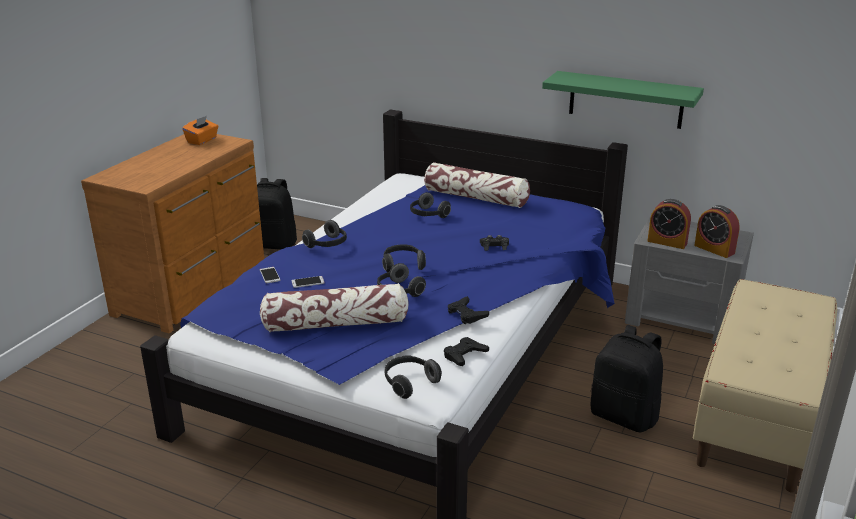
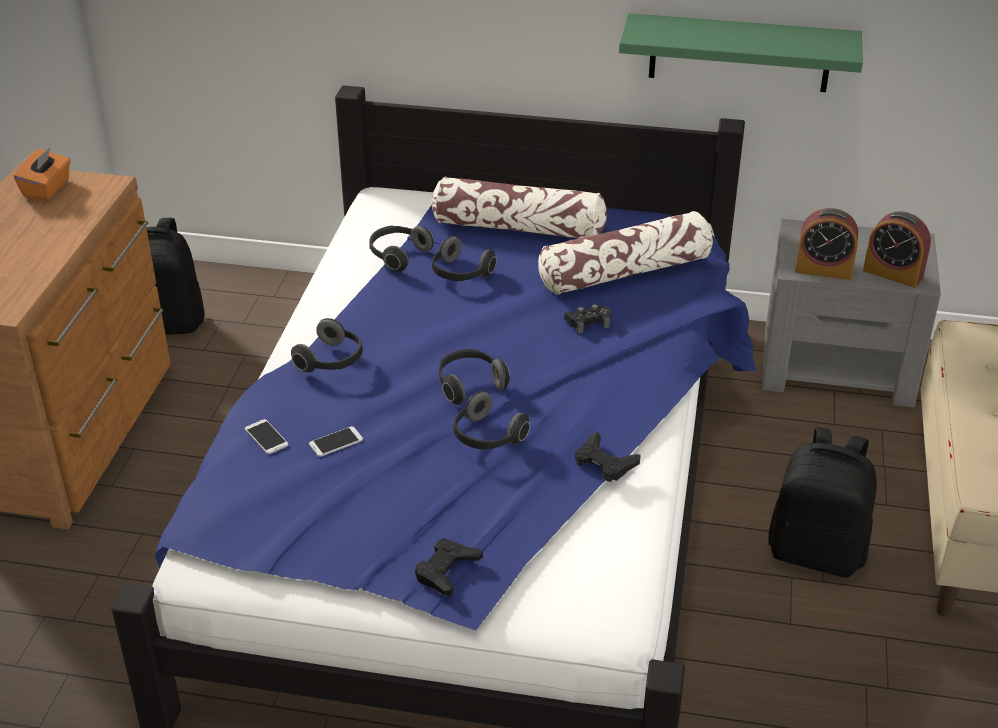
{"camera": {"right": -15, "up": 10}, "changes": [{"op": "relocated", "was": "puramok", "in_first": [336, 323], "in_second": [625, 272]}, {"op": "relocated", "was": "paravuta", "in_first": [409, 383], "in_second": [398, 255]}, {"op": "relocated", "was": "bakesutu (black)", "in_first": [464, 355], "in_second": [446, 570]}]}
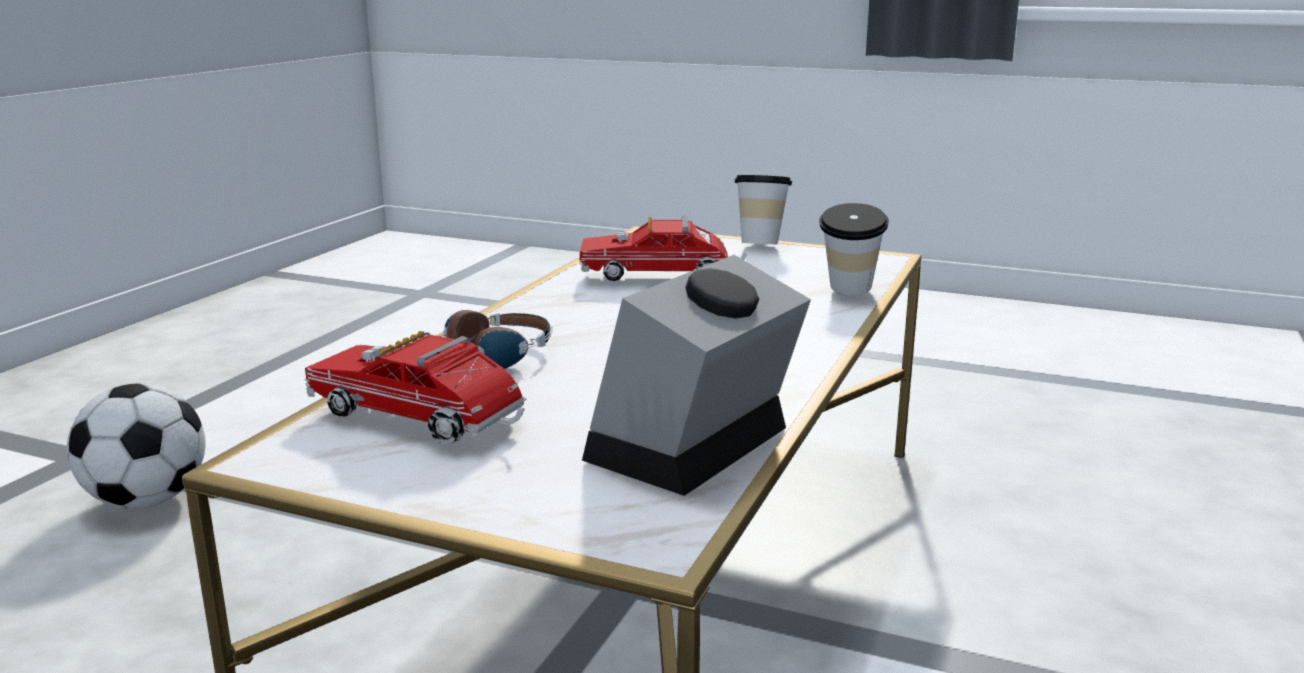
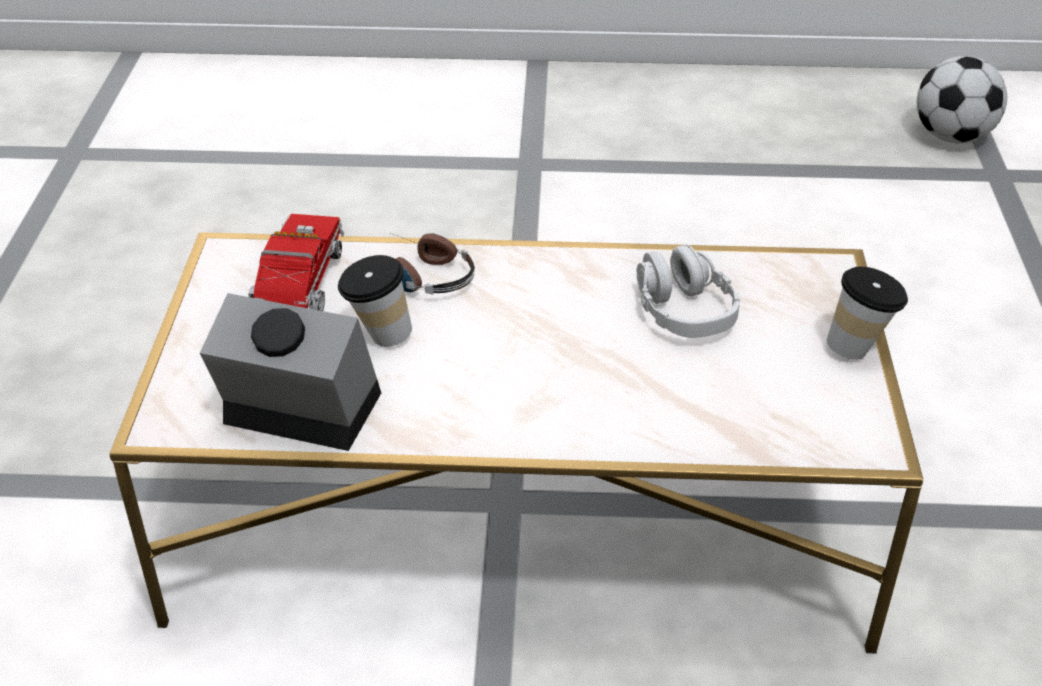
{"camera": {"right": 70, "up": 20}, "changes": [{"op": "relocated", "was": "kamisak", "in_first": [147, 501], "in_second": [952, 137]}, {"op": "relocated", "was": "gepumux", "in_first": [849, 294], "in_second": [378, 337]}, {"op": "exchanged", "was": "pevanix", "now": "paravuta (grey)", "in_first": [663, 278], "in_second": [684, 311]}]}
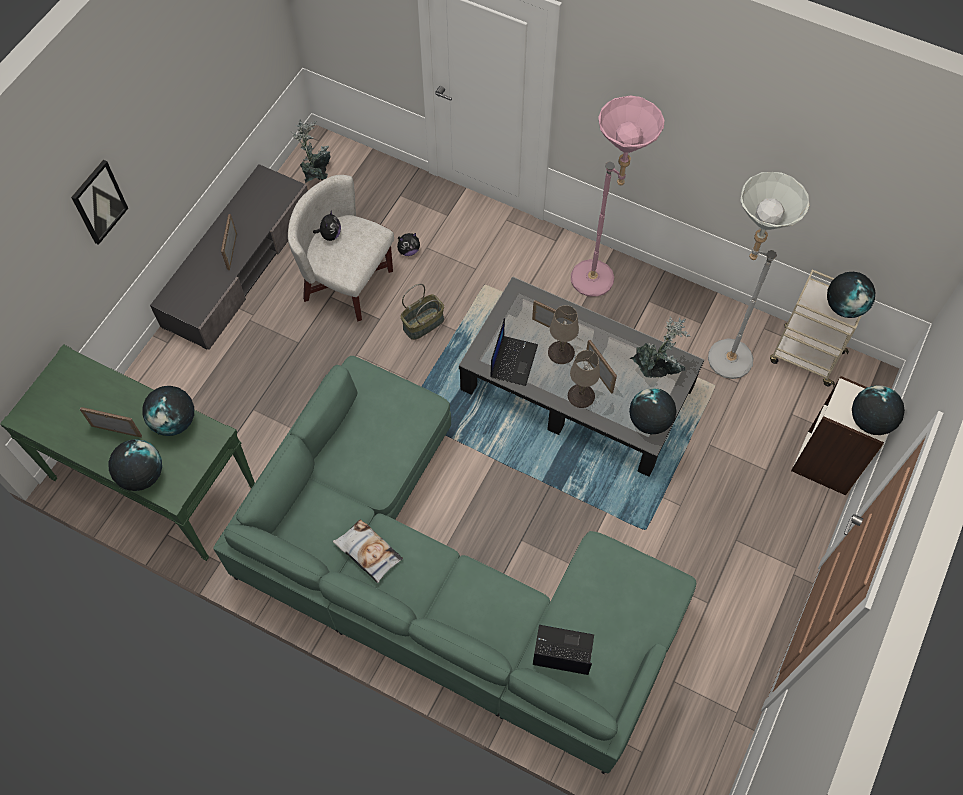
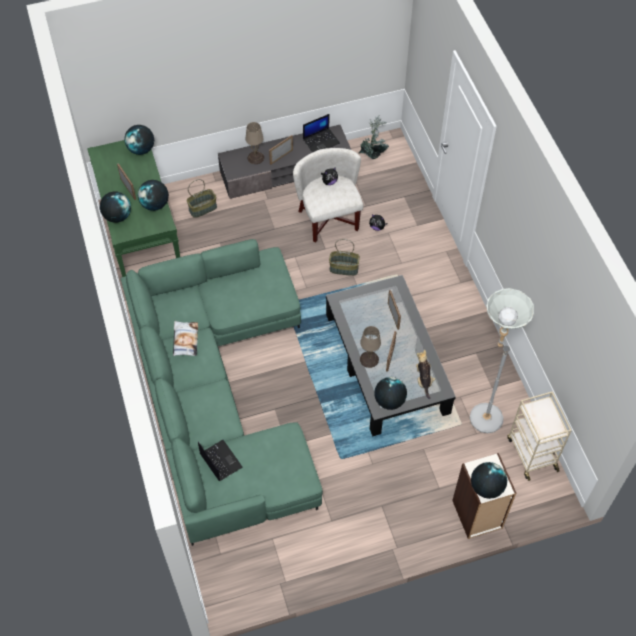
{"camera": {"right": 45, "up": -5}, "changes": [{"op": "missing", "was": "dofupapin", "in_first": [98, 202]}, {"op": "missing", "was": "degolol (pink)", "in_first": [600, 284]}, {"op": "appeared", "now": "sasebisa", "in_second": [203, 208]}, {"op": "relocated", "was": "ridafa", "in_first": [513, 360], "in_second": [321, 141]}, {"op": "relocated", "was": "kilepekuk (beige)", "in_first": [561, 352], "in_second": [256, 158]}, {"op": "relocated", "was": "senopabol", "in_first": [844, 307], "in_second": [141, 149]}, {"op": "exchanged", "was": "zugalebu", "now": "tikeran", "in_first": [657, 369], "in_second": [423, 380]}]}
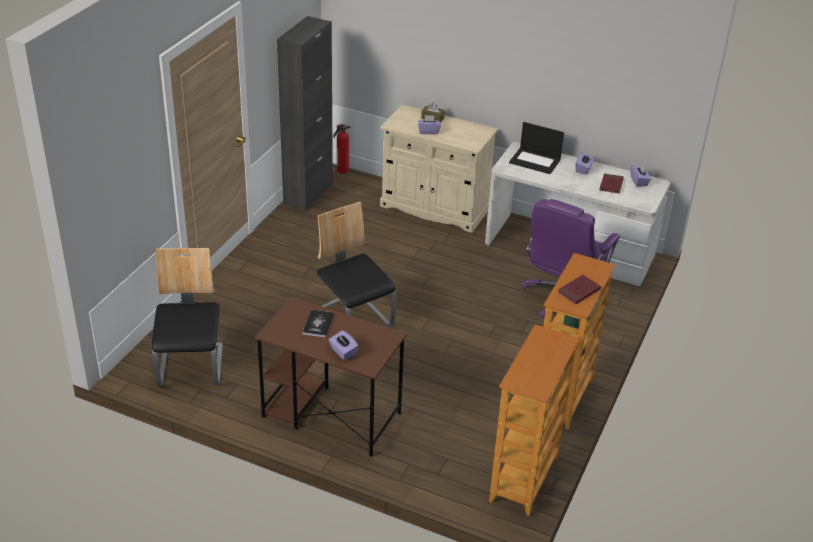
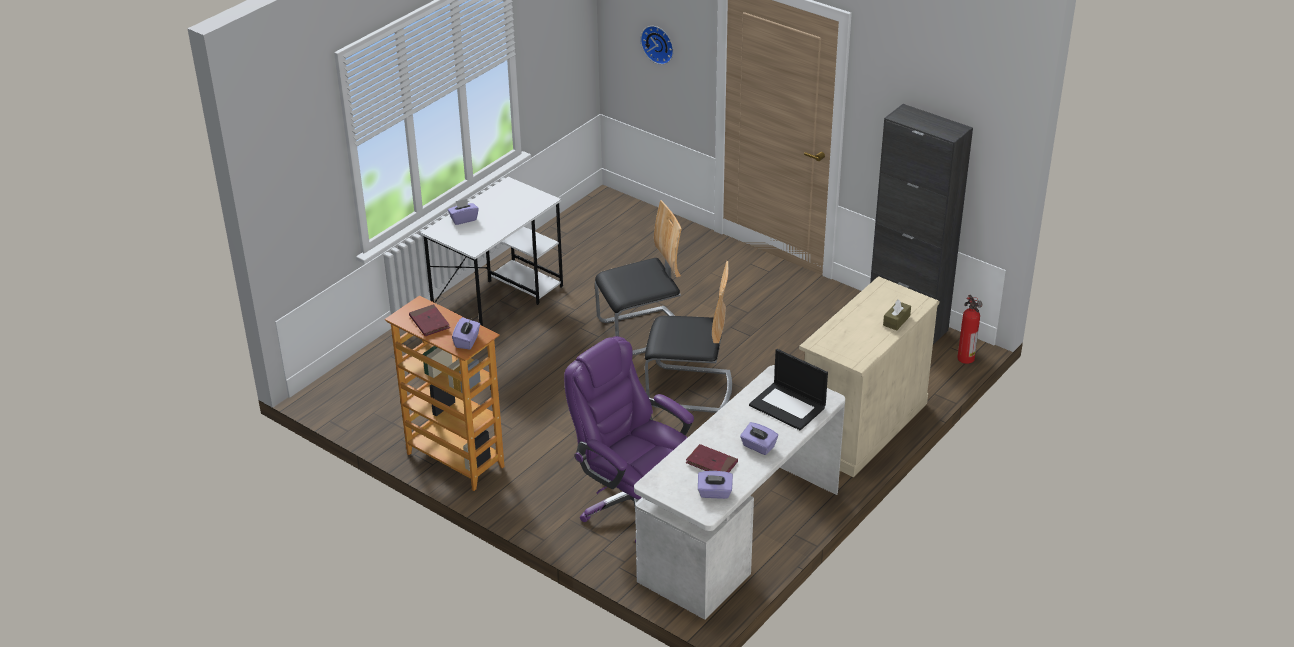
{"camera": {"right": 105, "up": 0}, "changes": [{"op": "missing", "was": "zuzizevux", "in_first": [318, 324]}, {"op": "missing", "was": "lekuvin", "in_first": [524, 480]}, {"op": "appeared", "now": "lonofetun", "in_second": [659, 43]}, {"op": "relocated", "was": "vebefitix", "in_first": [191, 366], "in_second": [689, 389]}, {"op": "relocated", "was": "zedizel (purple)", "in_first": [428, 131], "in_second": [467, 341]}, {"op": "colour", "was": "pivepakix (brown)", "now": "pivepakix (white)", "in_first": [330, 415], "in_second": [499, 302]}, {"op": "spun", "was": "ridafa", "in_first": [535, 161], "in_second": [788, 406], "clockwise": -90}]}
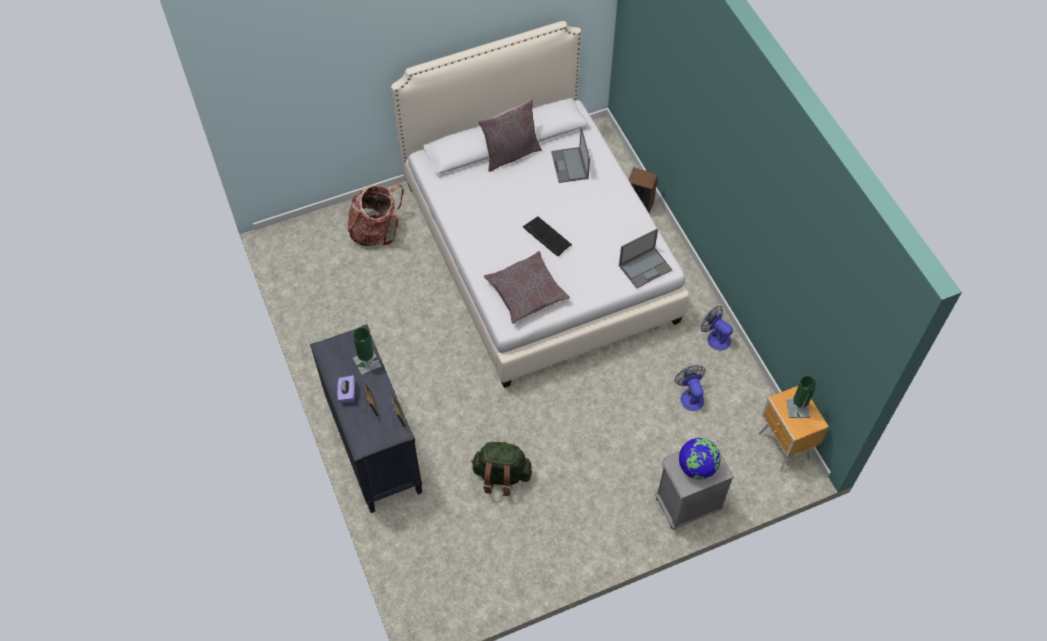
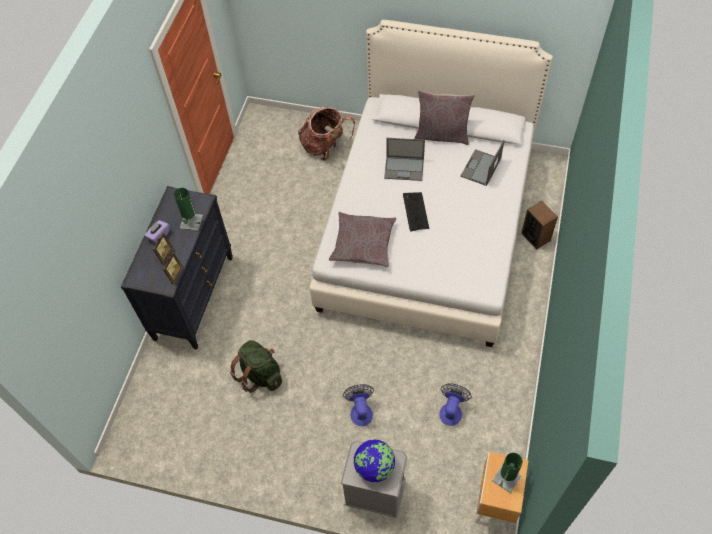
{"camera": {"right": 40, "up": 0}, "changes": [{"op": "relocated", "was": "ridafa", "in_first": [645, 267], "in_second": [404, 168]}, {"op": "relocated", "was": "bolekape", "in_first": [715, 337], "in_second": [360, 410]}]}
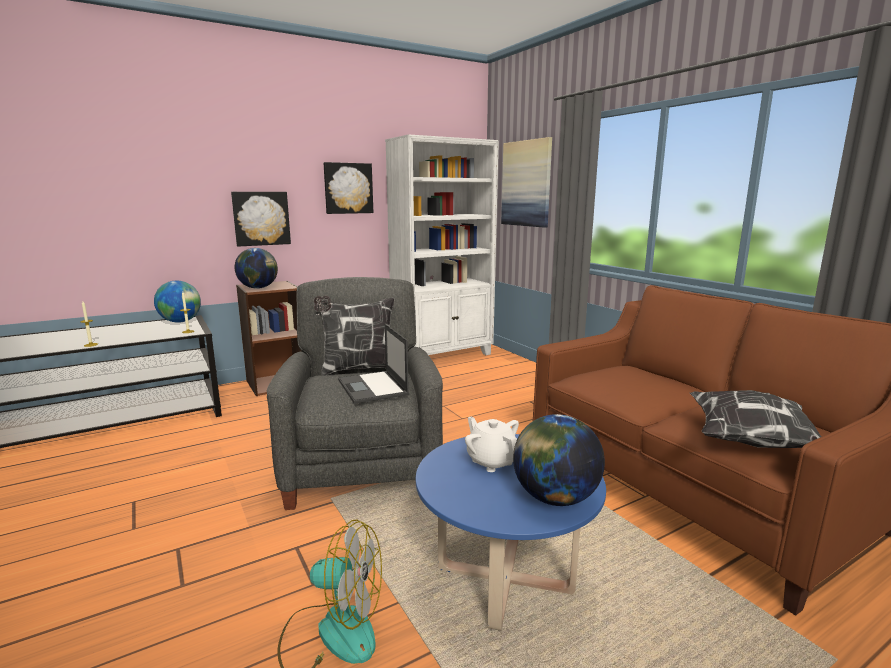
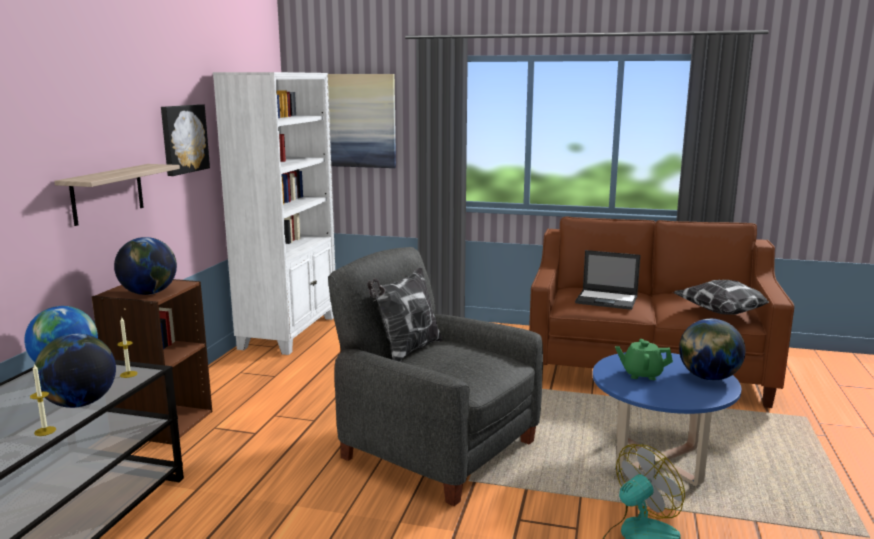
{"camera": {"right": -45, "up": 0}, "changes": [{"op": "appeared", "now": "senopabol", "in_second": [79, 403]}, {"op": "relocated", "was": "ridafa", "in_first": [373, 387], "in_second": [607, 300]}, {"op": "exchanged", "was": "dofupapin", "now": "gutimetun", "in_first": [261, 218], "in_second": [107, 193]}, {"op": "colour", "was": "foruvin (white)", "now": "foruvin (green)", "in_first": [491, 461], "in_second": [641, 374]}]}
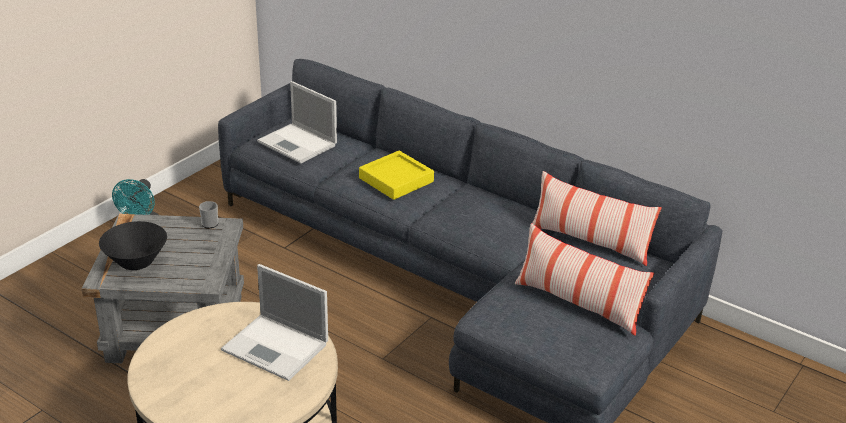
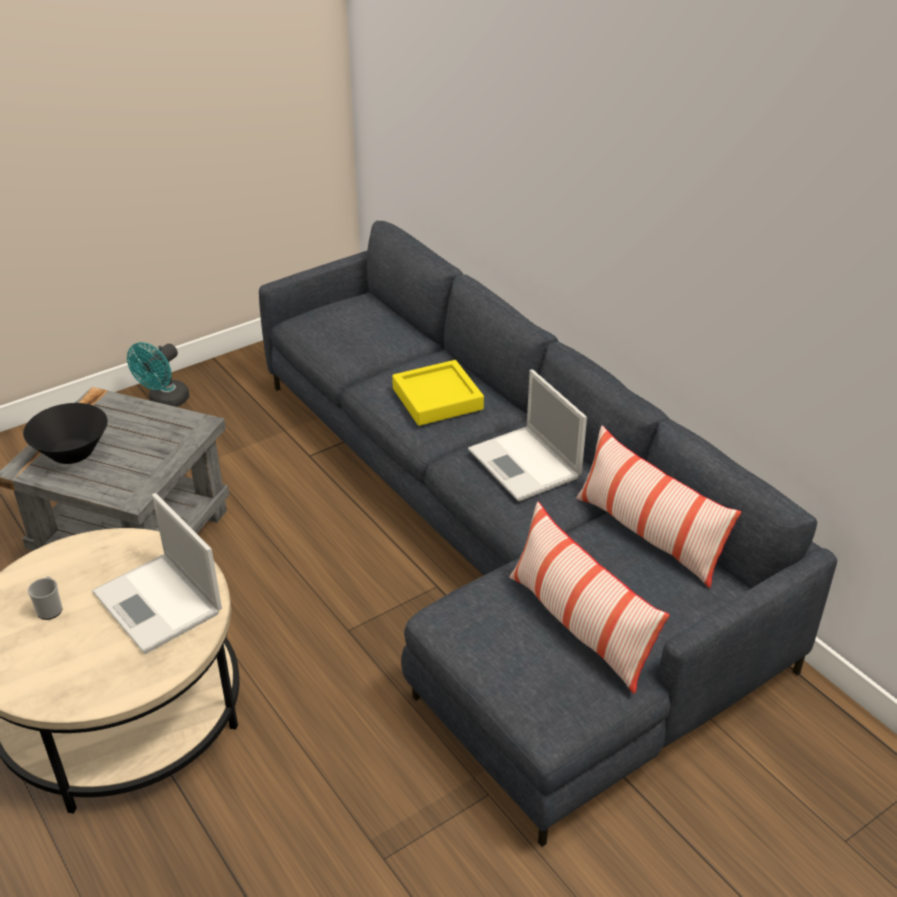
{"camera": {"right": 20, "up": 5}, "changes": [{"op": "relocated", "was": "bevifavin", "in_first": [209, 222], "in_second": [50, 608]}, {"op": "relocated", "was": "ridafa", "in_first": [298, 144], "in_second": [525, 465]}]}
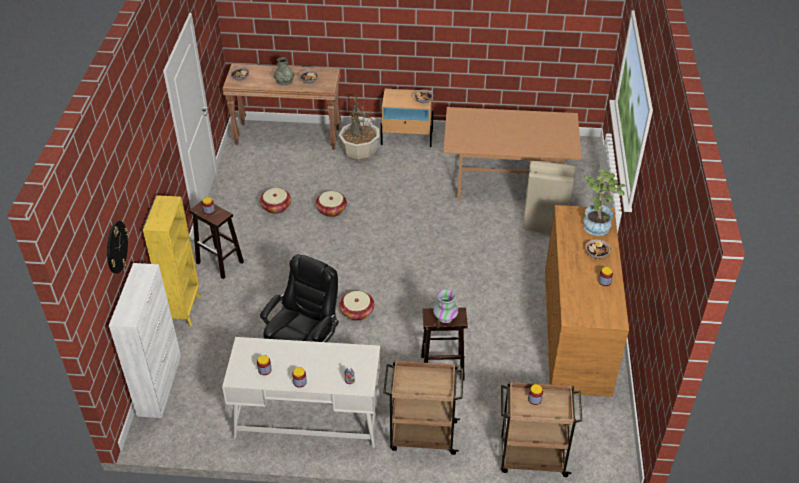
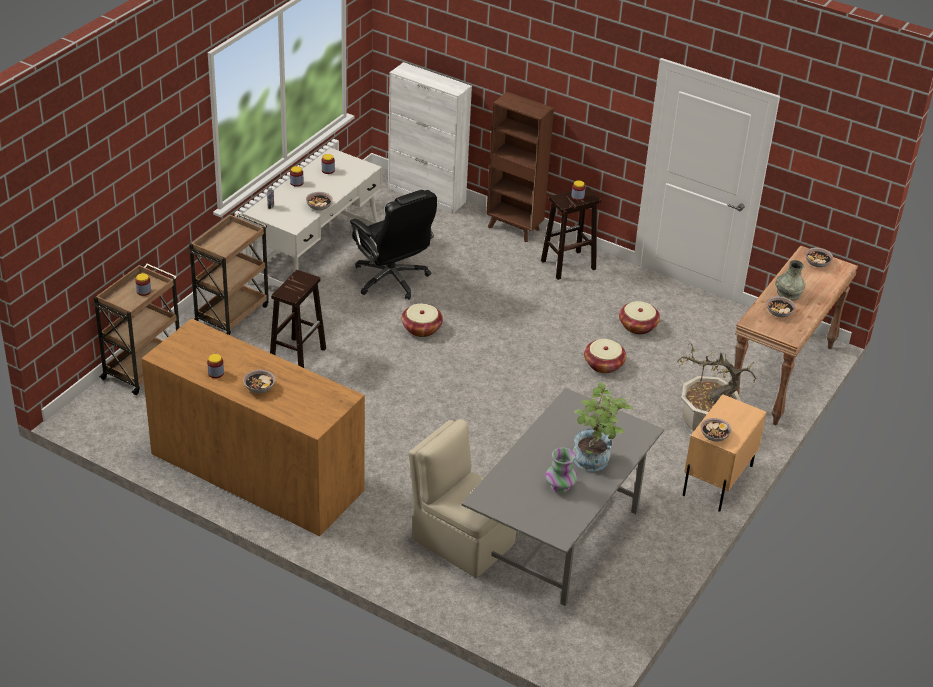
{"camera": {"right": 115, "up": -5}, "changes": [{"op": "missing", "was": "lonofetun", "in_first": [116, 247]}, {"op": "appeared", "now": "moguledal", "in_second": [319, 206]}, {"op": "relocated", "was": "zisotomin", "in_first": [445, 317], "in_second": [560, 486]}, {"op": "relocated", "was": "zugalebu", "in_first": [597, 224], "in_second": [595, 462]}, {"op": "colour", "was": "lekuvin (yellow)", "now": "lekuvin (brown)", "in_first": [184, 309], "in_second": [514, 229]}, {"op": "colour", "was": "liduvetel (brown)", "now": "liduvetel (grey)", "in_first": [507, 181], "in_second": [558, 538]}]}
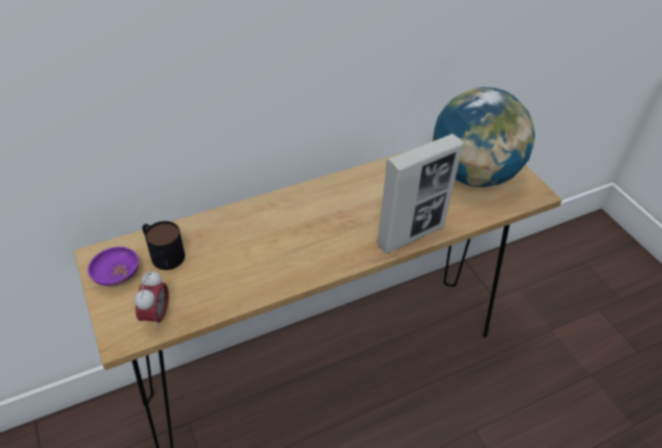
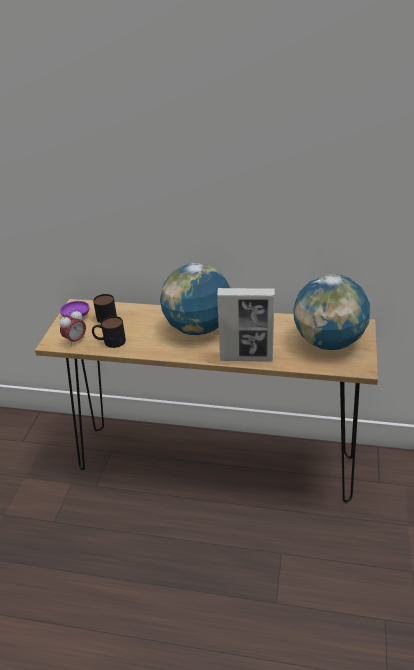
{"camera": {"right": 40, "up": -10}, "changes": [{"op": "appeared", "now": "bevifavin", "in_second": [109, 341]}, {"op": "appeared", "now": "senopabol", "in_second": [198, 328]}]}
